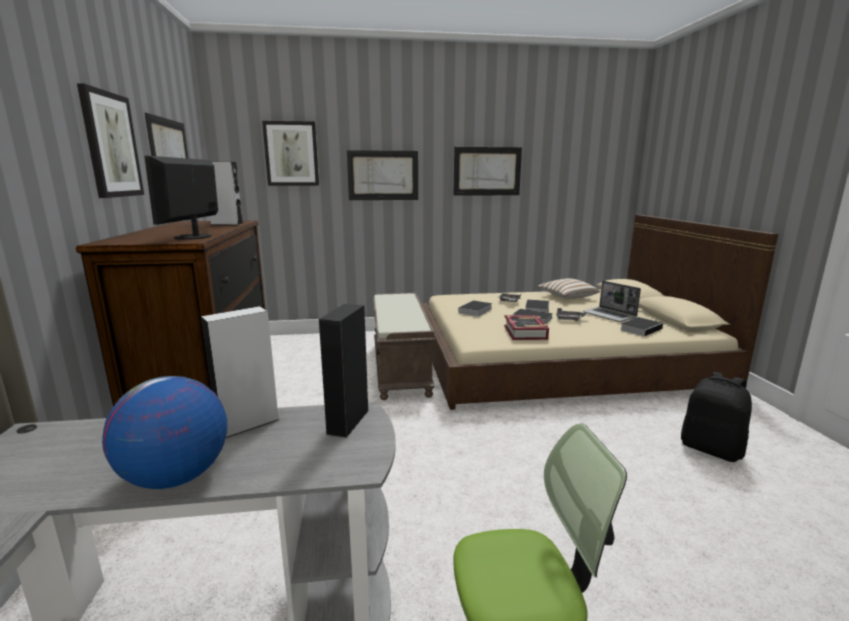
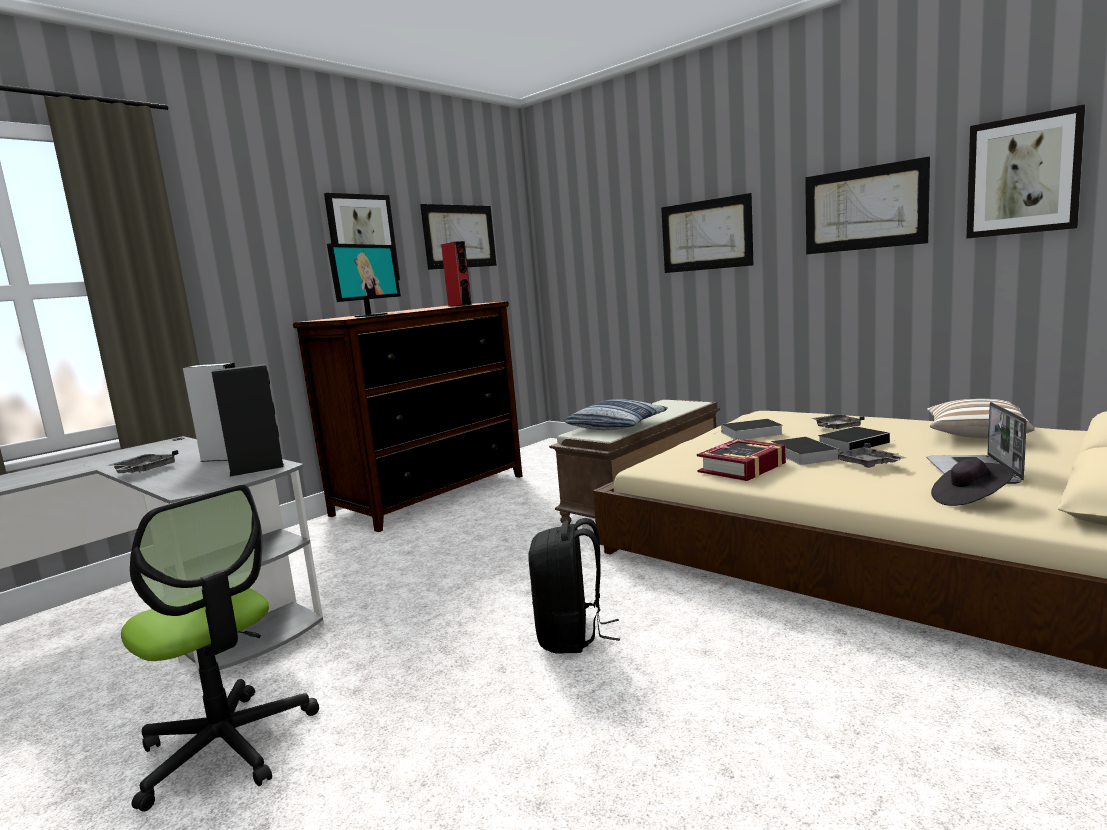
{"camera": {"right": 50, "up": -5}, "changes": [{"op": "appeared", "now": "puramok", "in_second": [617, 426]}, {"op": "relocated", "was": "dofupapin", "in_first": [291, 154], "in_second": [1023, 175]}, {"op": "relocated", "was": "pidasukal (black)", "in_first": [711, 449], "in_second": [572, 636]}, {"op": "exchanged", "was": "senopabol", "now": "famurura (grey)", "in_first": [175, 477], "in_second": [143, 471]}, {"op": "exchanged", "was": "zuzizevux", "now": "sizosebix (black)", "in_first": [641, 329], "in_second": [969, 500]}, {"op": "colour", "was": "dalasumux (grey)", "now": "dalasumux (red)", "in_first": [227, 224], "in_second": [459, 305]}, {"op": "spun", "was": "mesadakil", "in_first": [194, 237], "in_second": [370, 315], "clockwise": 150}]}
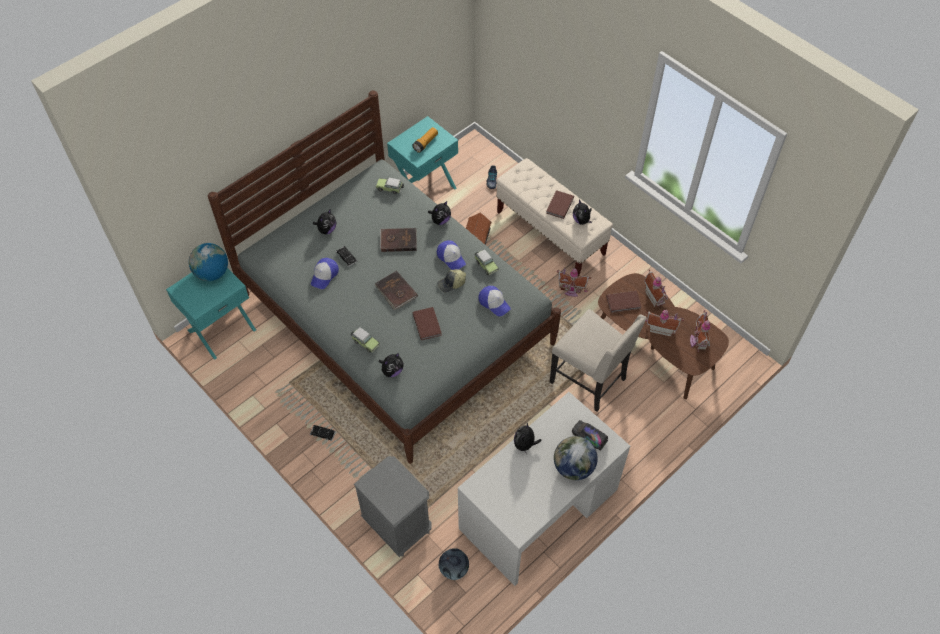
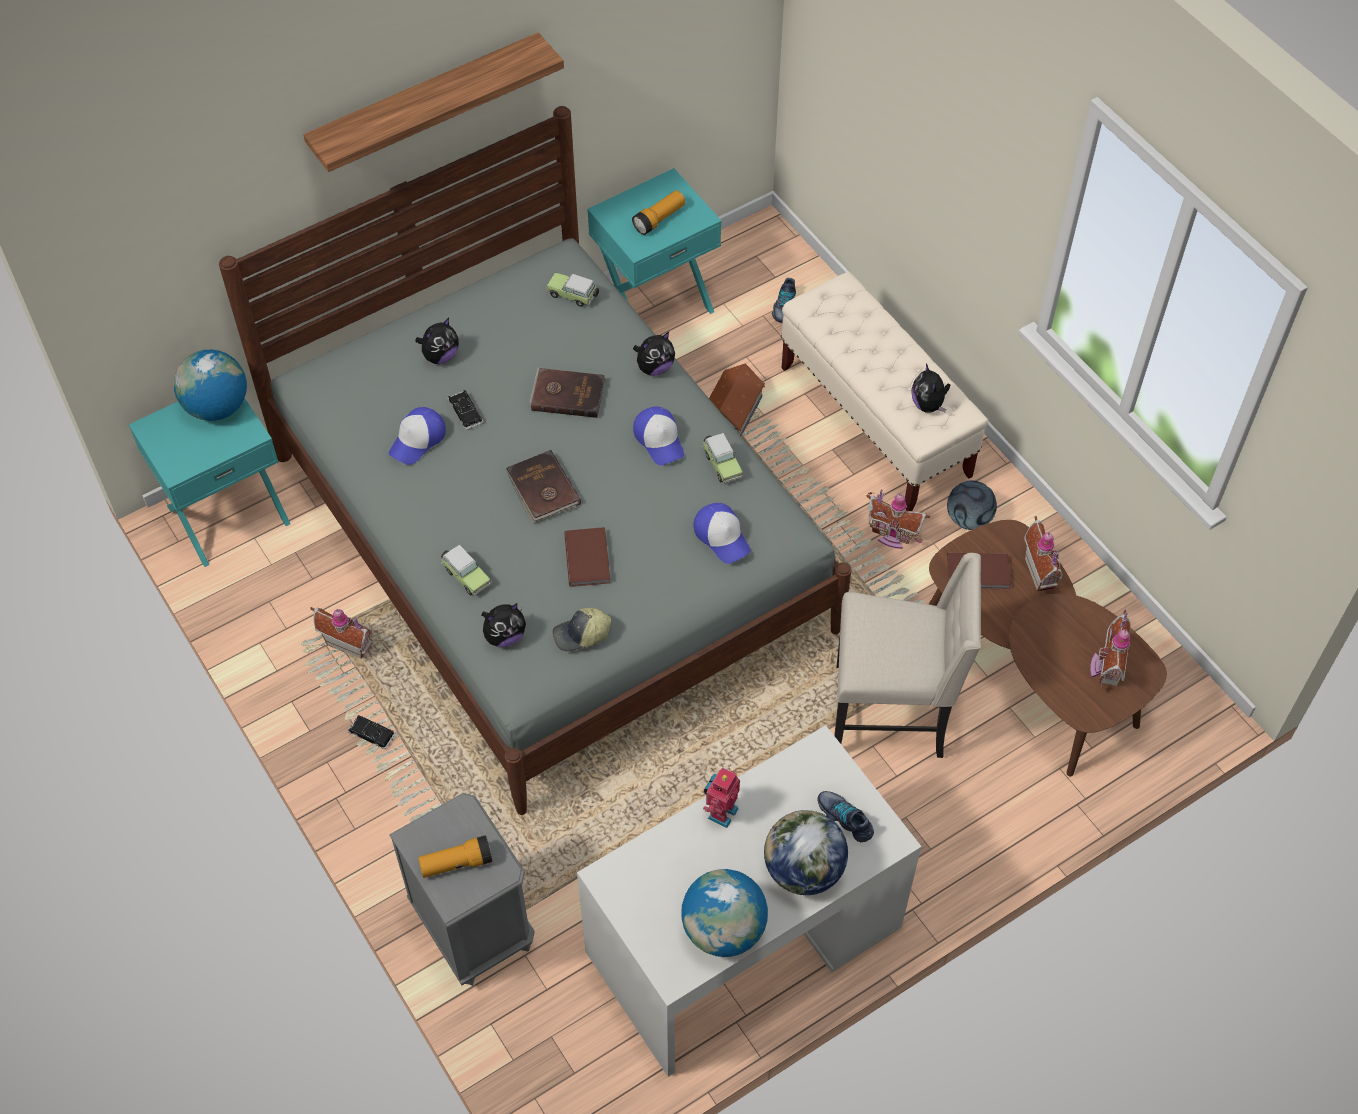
{"camera": {"right": 10, "up": 0}, "changes": [{"op": "missing", "was": "zuzizevux (brown)", "in_first": [559, 205]}, {"op": "appeared", "now": "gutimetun", "in_second": [426, 104]}, {"op": "appeared", "now": "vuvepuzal", "in_second": [456, 863]}, {"op": "appeared", "now": "senopabol", "in_second": [723, 930]}, {"op": "relocated", "was": "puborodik", "in_first": [451, 284], "in_second": [581, 635]}, {"op": "relocated", "was": "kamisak", "in_first": [453, 569], "in_second": [968, 519]}, {"op": "relocated", "was": "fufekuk", "in_first": [660, 328], "in_second": [349, 642]}, {"op": "exchanged", "was": "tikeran", "now": "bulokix", "in_first": [525, 444], "in_second": [721, 812]}, {"op": "exchanged", "was": "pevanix", "now": "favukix", "in_first": [589, 437], "in_second": [845, 818]}, {"op": "spun", "was": "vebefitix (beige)", "in_first": [590, 380], "in_second": [892, 712], "clockwise": -45}]}
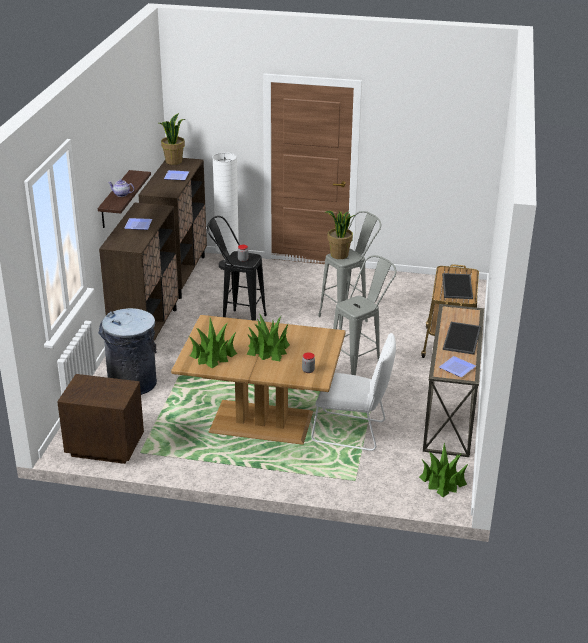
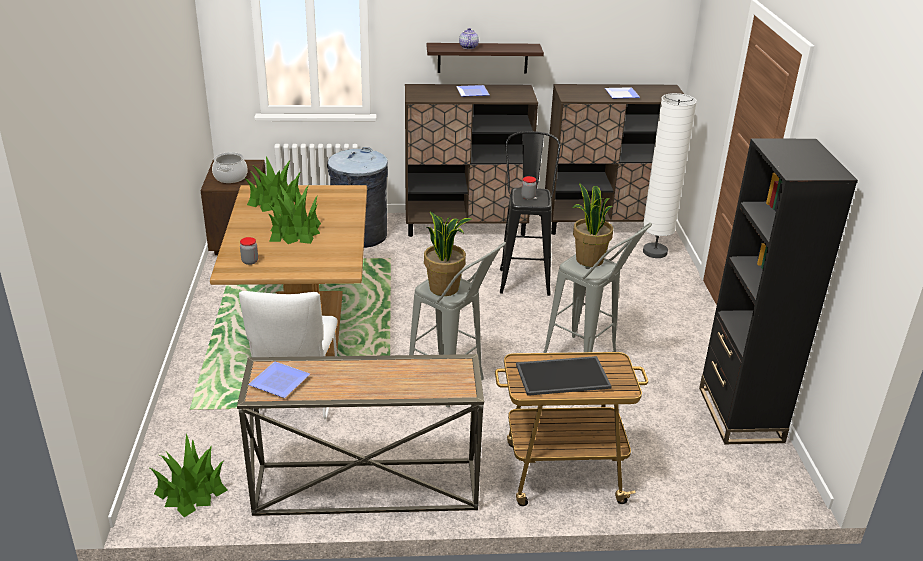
{"camera": {"right": 75, "up": 0}, "changes": [{"op": "missing", "was": "famurura", "in_first": [462, 338]}, {"op": "appeared", "now": "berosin", "in_second": [231, 177]}, {"op": "appeared", "now": "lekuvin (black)", "in_second": [740, 414]}, {"op": "relocated", "was": "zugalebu", "in_first": [173, 161], "in_second": [444, 288]}]}
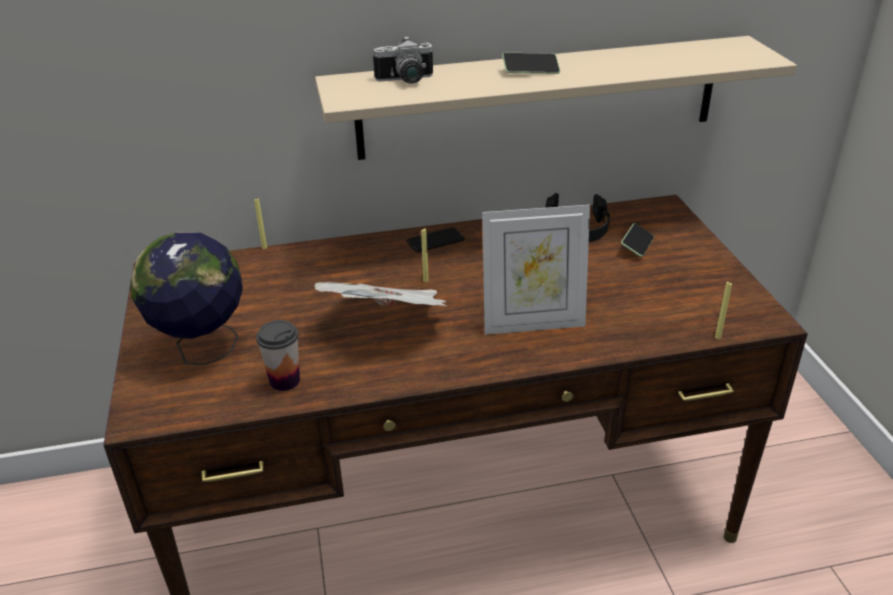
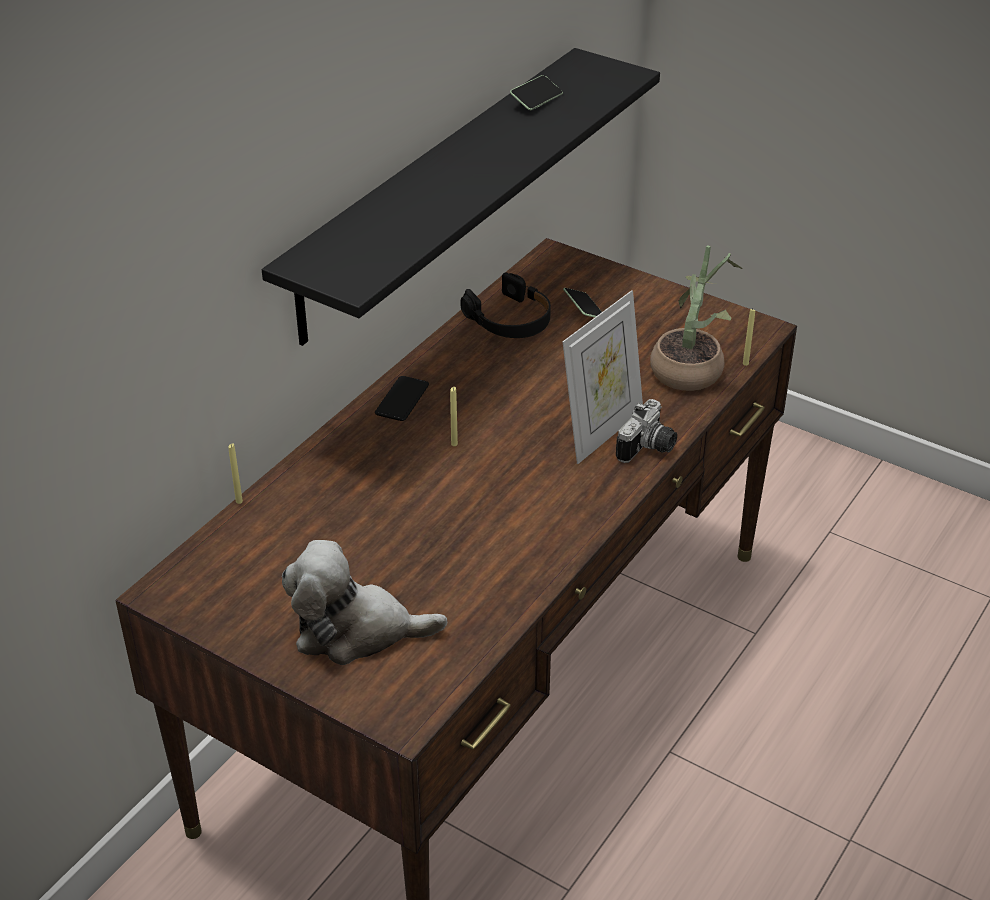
{"camera": {"right": -45, "up": 5}, "changes": [{"op": "missing", "was": "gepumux", "in_first": [285, 381]}, {"op": "missing", "was": "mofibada", "in_first": [389, 322]}, {"op": "appeared", "now": "zugalebu", "in_second": [691, 367]}, {"op": "relocated", "was": "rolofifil", "in_first": [406, 81], "in_second": [649, 449]}, {"op": "relocated", "was": "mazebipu", "in_first": [530, 71], "in_second": [536, 101]}, {"op": "exchanged", "was": "senopabol", "now": "tikeran", "in_first": [202, 350], "in_second": [356, 631]}, {"op": "colour", "was": "gutimetun (beige)", "now": "gutimetun (black)", "in_first": [539, 98], "in_second": [436, 192]}]}
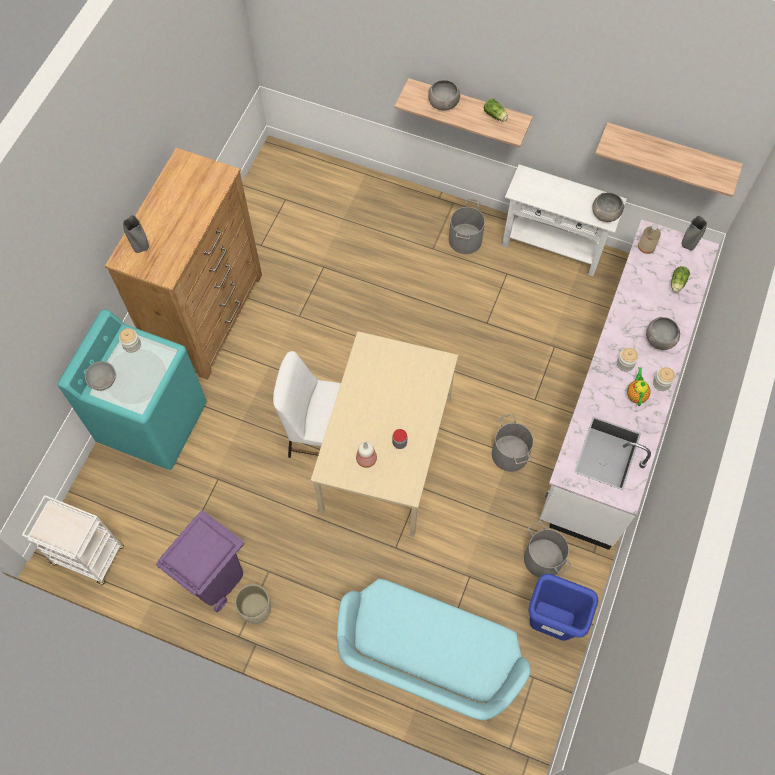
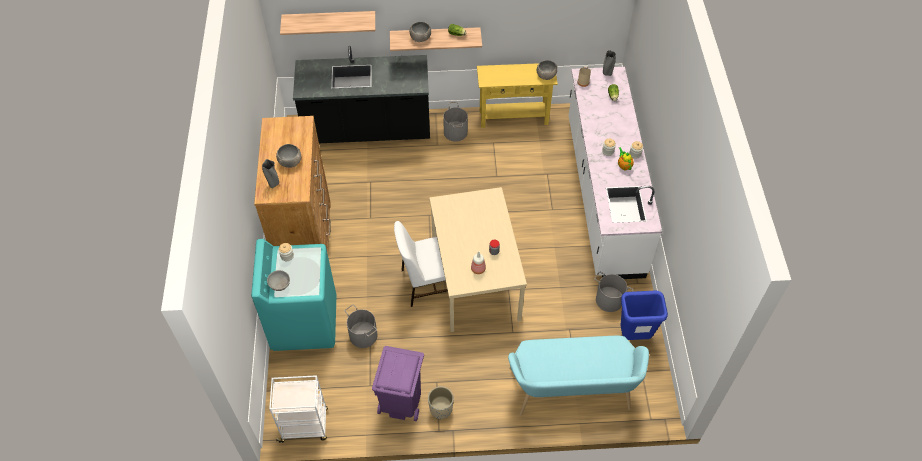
{"camera": {"right": -25, "up": -10}, "changes": [{"op": "appeared", "now": "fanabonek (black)", "in_second": [368, 130]}, {"op": "relocated", "was": "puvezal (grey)", "in_first": [510, 454], "in_second": [363, 335]}, {"op": "relocated", "was": "gutimetun", "in_first": [670, 153], "in_second": [329, 21]}, {"op": "relocated", "was": "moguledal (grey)", "in_first": [660, 339], "in_second": [290, 161]}, {"op": "colour", "was": "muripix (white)", "now": "muripix (yellow)", "in_first": [552, 248], "in_second": [513, 117]}]}
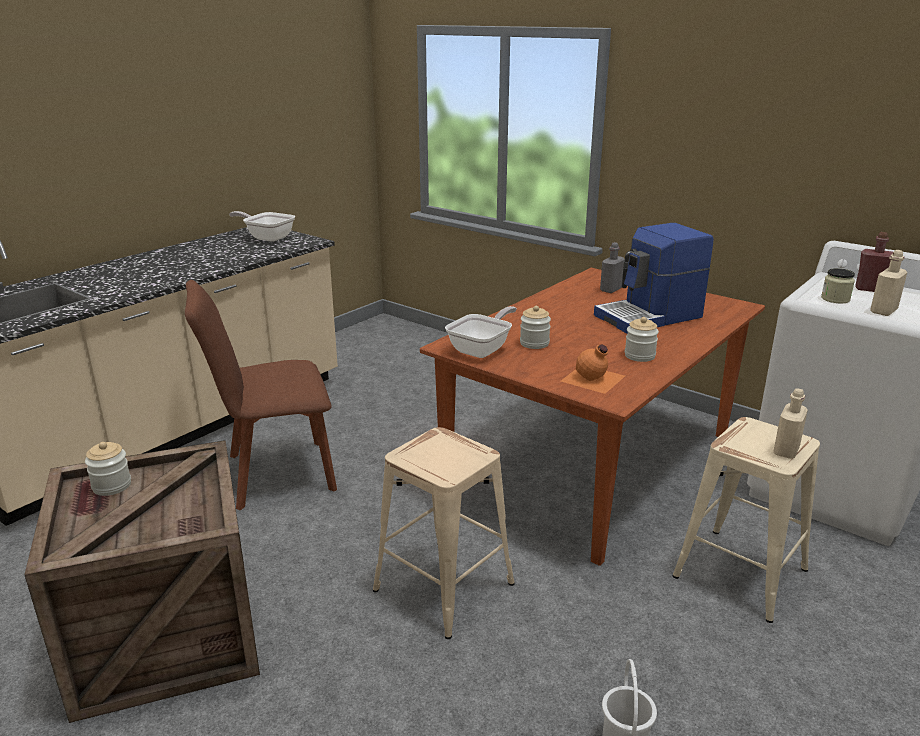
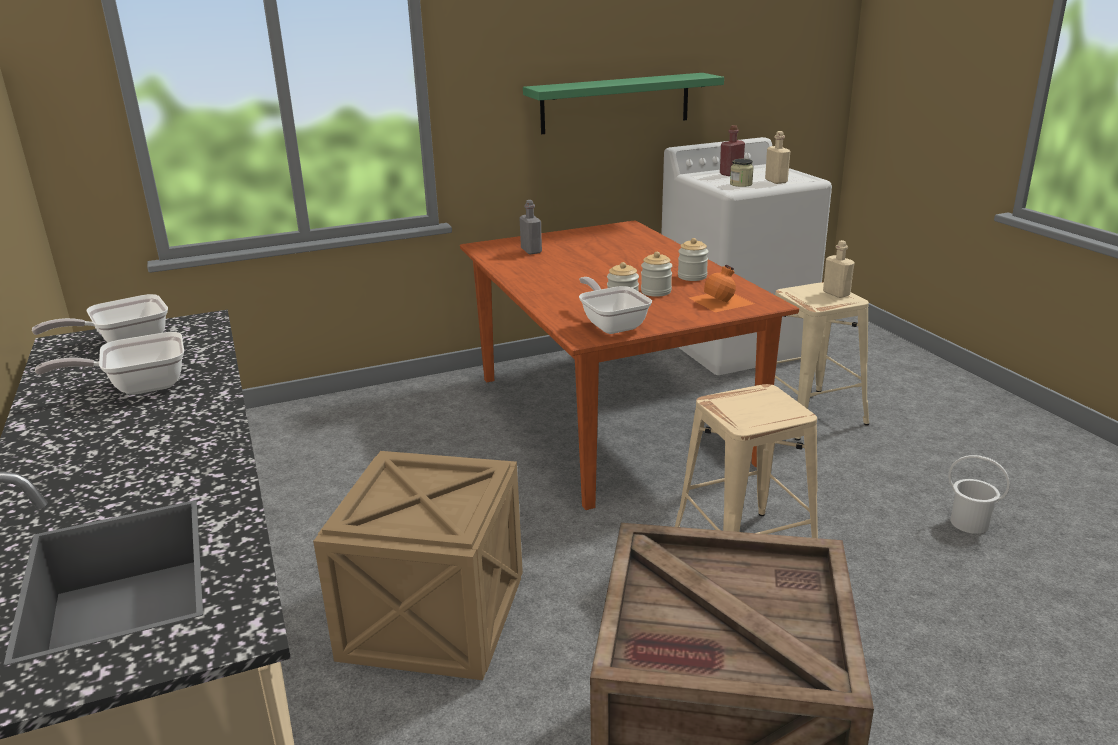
{"camera": {"right": -60, "up": 0}, "changes": [{"op": "missing", "was": "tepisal", "in_first": [650, 316]}, {"op": "appeared", "now": "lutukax", "in_second": [139, 386]}, {"op": "appeared", "now": "gutimetun (green)", "in_second": [615, 103]}, {"op": "relocated", "was": "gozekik", "in_first": [112, 486], "in_second": [656, 291]}, {"op": "exchanged", "was": "vebefitix (brown)", "now": "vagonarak", "in_first": [274, 474], "in_second": [433, 619]}]}
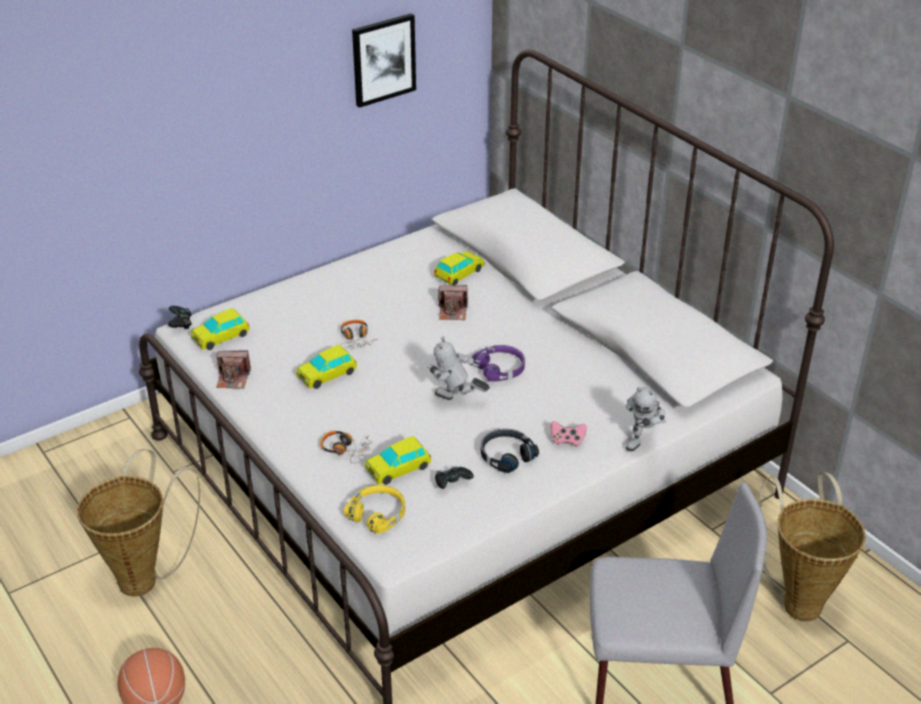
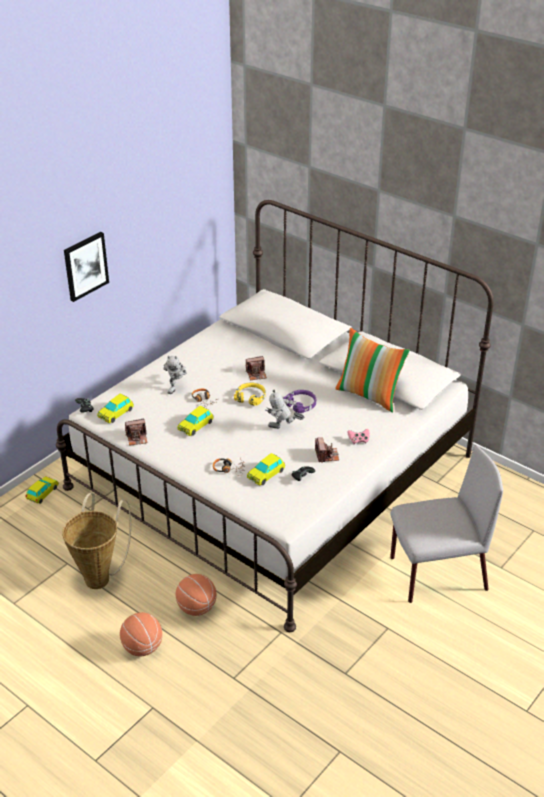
{"camera": {"right": -15, "up": 0}, "changes": [{"op": "missing", "was": "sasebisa", "in_first": [799, 600]}, {"op": "appeared", "now": "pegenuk", "in_second": [196, 608]}, {"op": "appeared", "now": "puramok", "in_second": [369, 395]}, {"op": "relocated", "was": "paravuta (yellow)", "in_first": [378, 513], "in_second": [251, 397]}, {"op": "relocated", "was": "dofupapin", "in_first": [383, 59], "in_second": [85, 266]}, {"op": "relocated", "was": "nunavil", "in_first": [459, 274], "in_second": [42, 493]}, {"op": "relocated", "was": "bulokix", "in_first": [643, 440], "in_second": [177, 387]}, {"op": "exchanged", "was": "paravuta (black)", "now": "rolofifil", "in_first": [506, 455], "in_second": [326, 455]}]}
